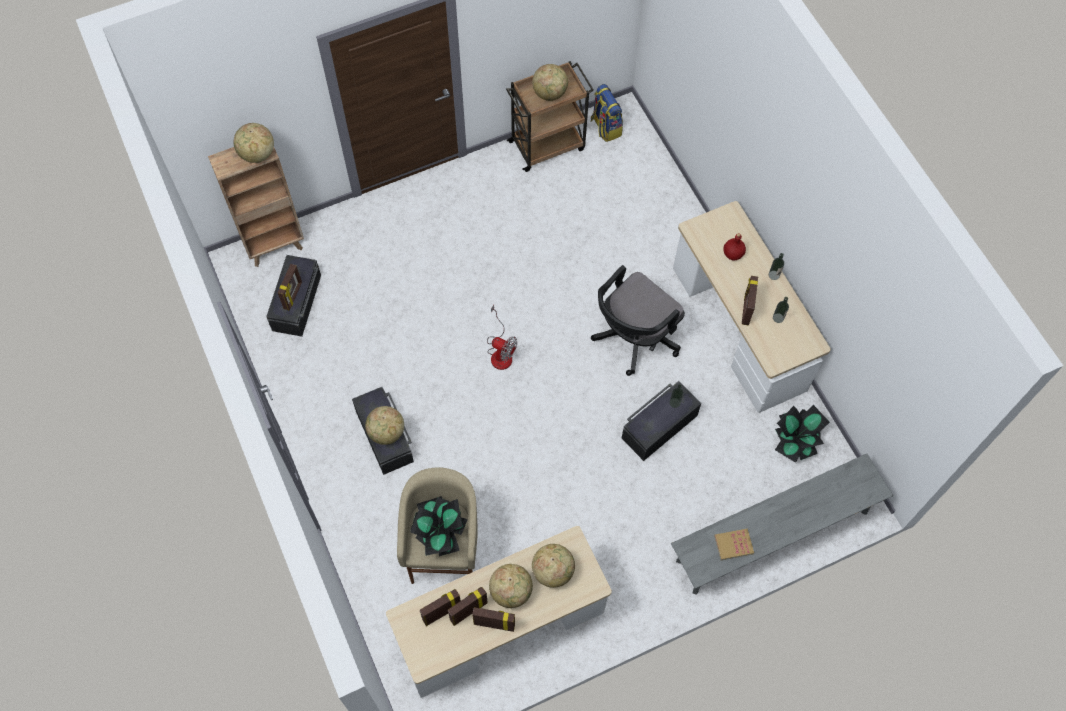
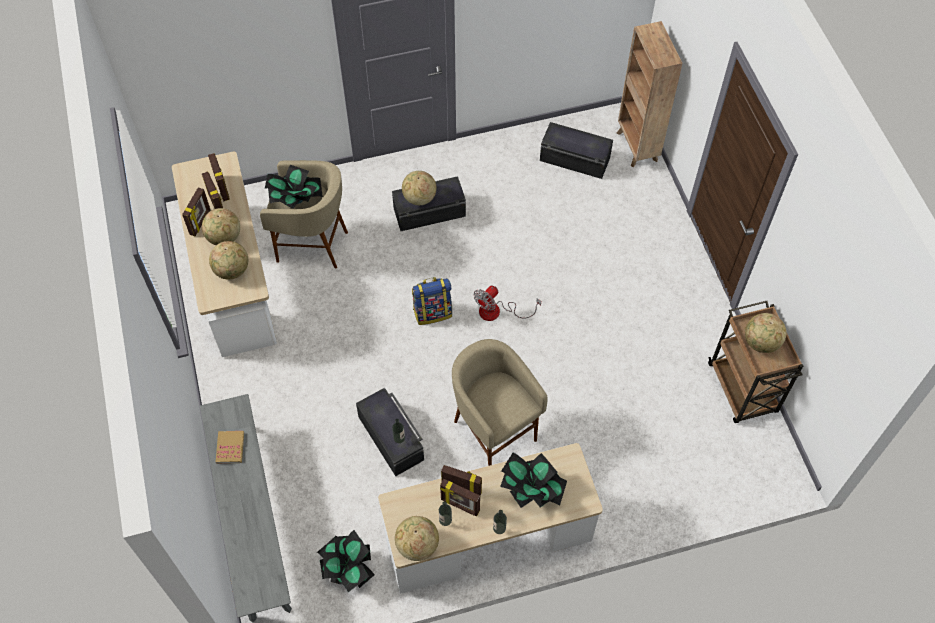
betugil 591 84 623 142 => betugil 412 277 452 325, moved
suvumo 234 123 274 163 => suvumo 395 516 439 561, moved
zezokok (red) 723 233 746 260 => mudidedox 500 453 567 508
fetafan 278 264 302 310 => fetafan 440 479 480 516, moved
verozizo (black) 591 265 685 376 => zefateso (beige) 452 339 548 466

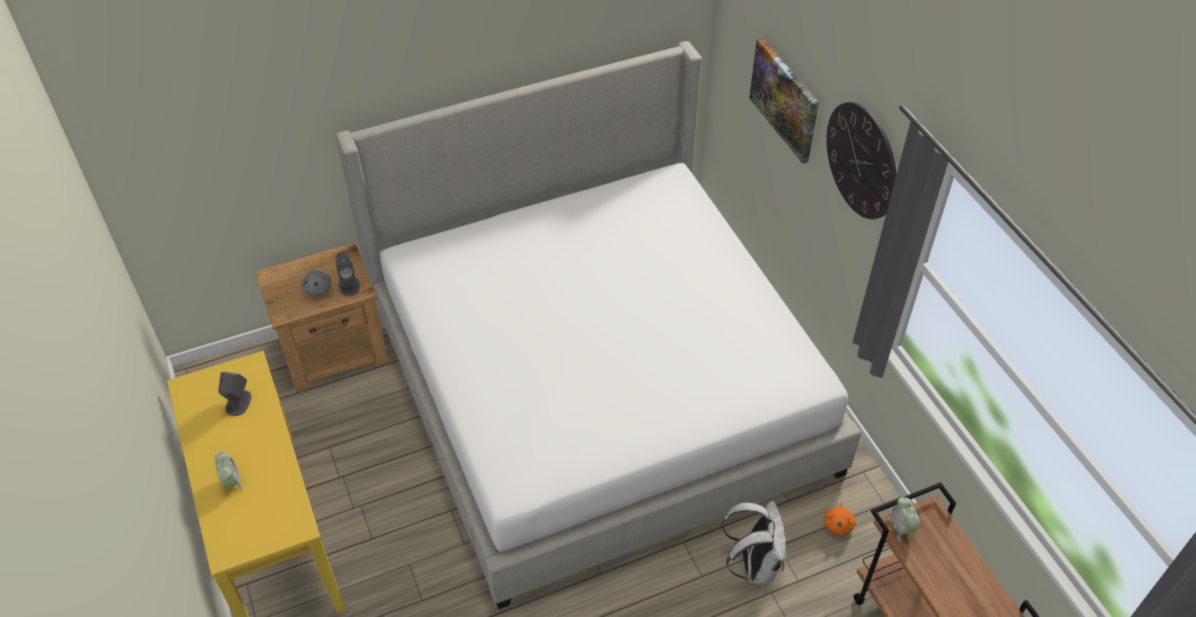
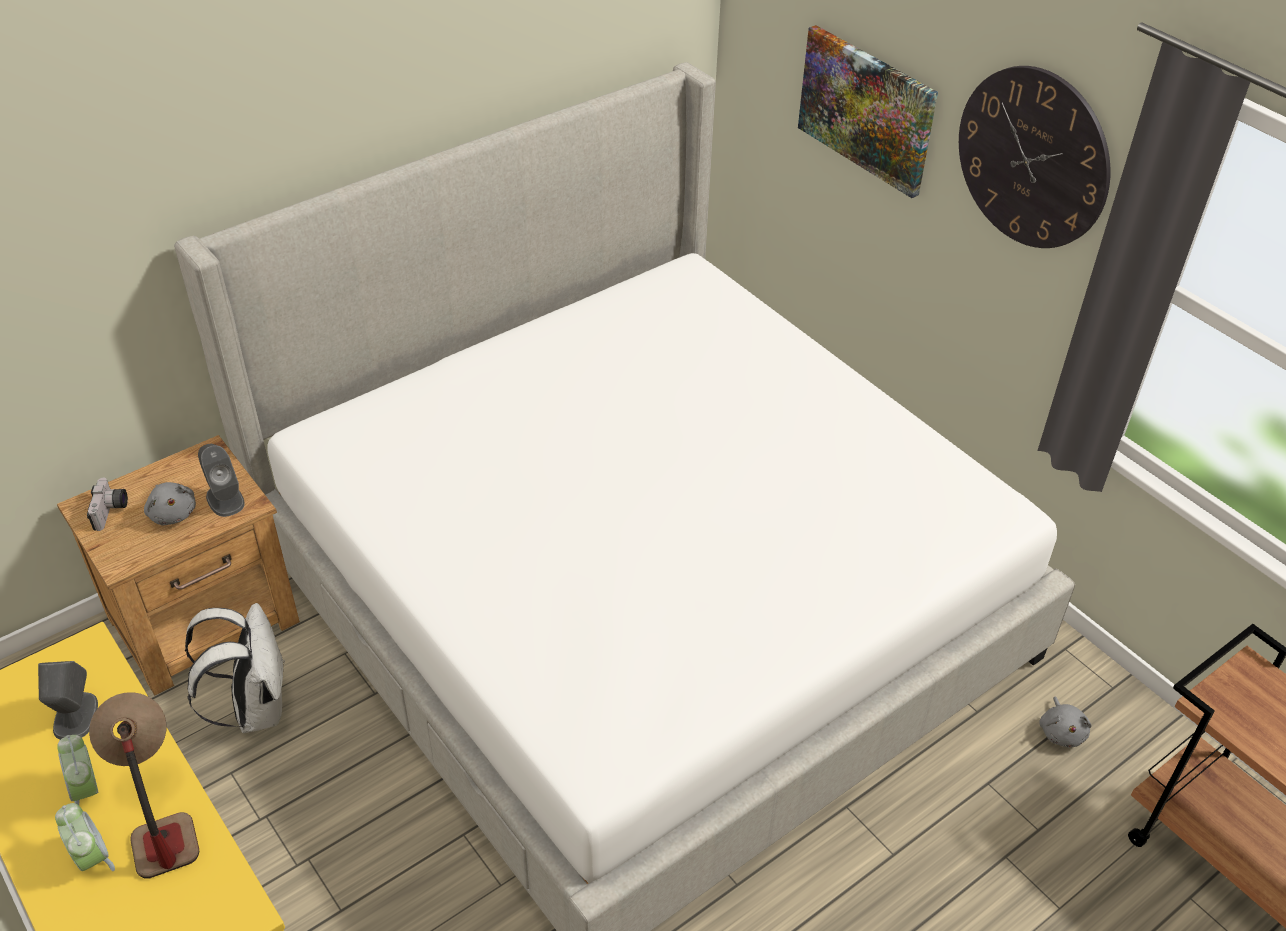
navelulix 889 497 920 542 => navelulix 57 735 98 805, moved
betugil (white) 722 501 786 584 => betugil (white) 185 603 285 733, moved
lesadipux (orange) 824 501 856 536 => lesadipux (grey) 1039 697 1092 747
nothing => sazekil 87 478 128 531
nothing => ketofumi 89 692 199 879

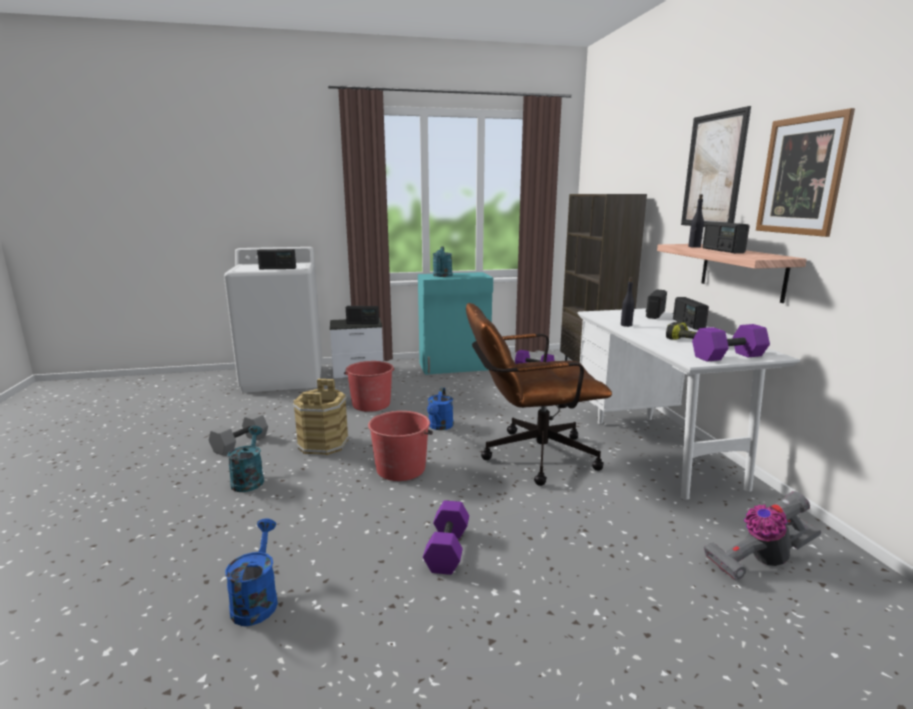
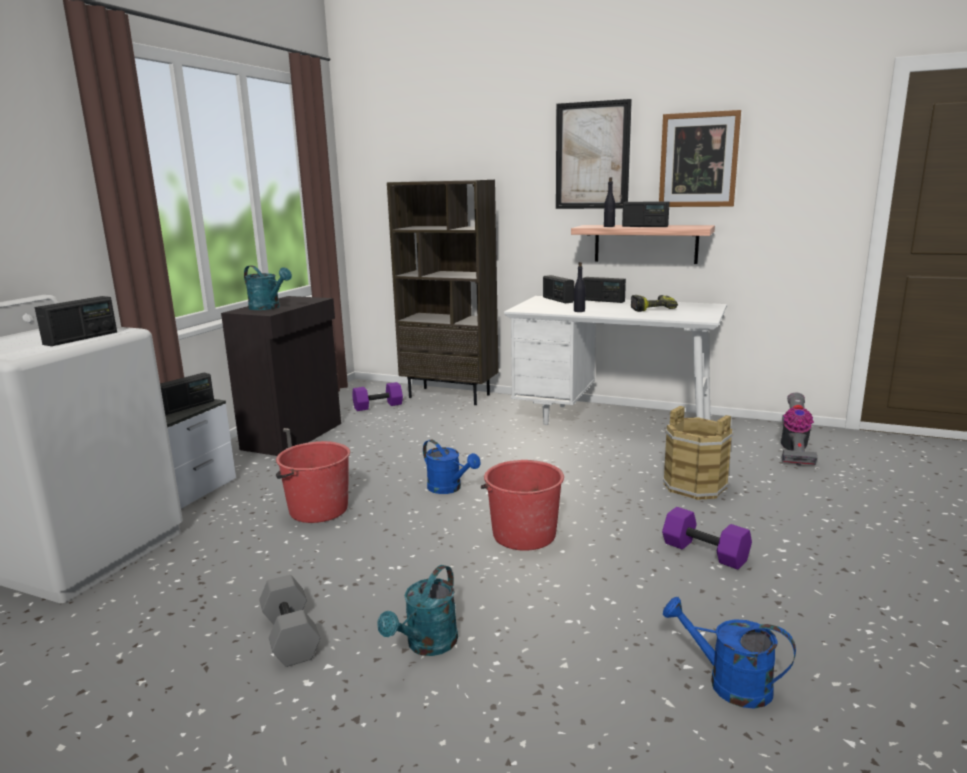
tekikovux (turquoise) 418 272 493 375 => tekikovux (black) 221 296 341 456
verozizo (brown) 466 303 612 486 => nothing
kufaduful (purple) 692 324 770 362 => nothing
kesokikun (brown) 292 379 349 455 => kesokikun (brown) 663 406 733 500, moved
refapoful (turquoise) 227 426 264 492 => refapoful (turquoise) 377 565 458 656, 90 degrees counterclockwise

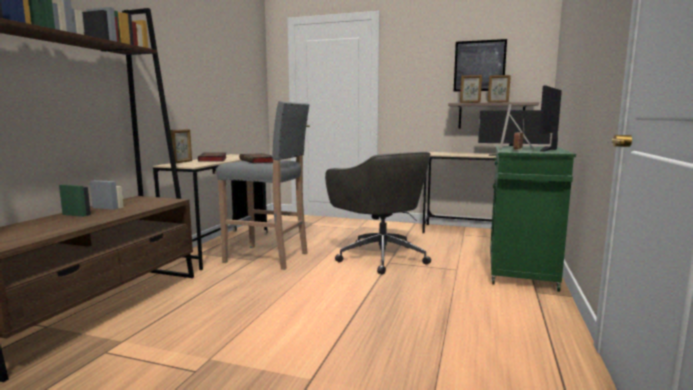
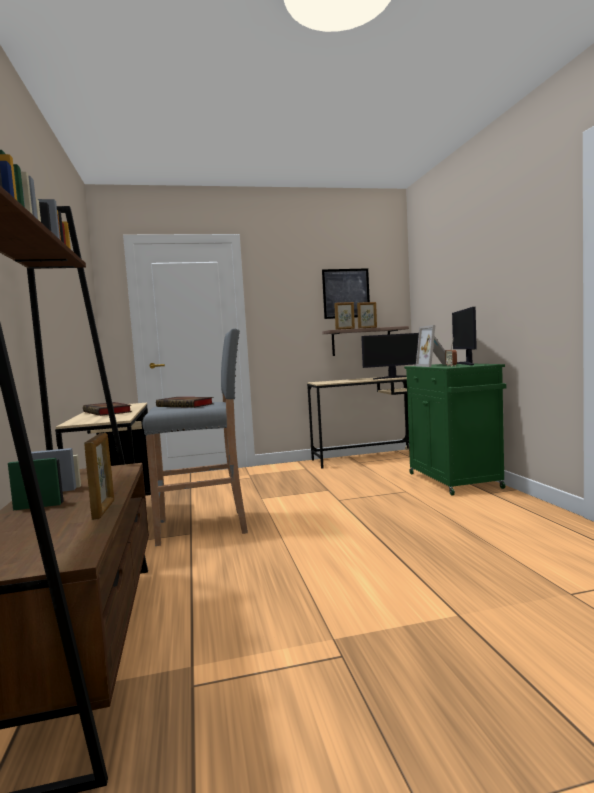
fetafan 170 129 192 163 => fetafan 84 433 114 520, moved
verozizo (grey) 325 152 431 275 => nothing

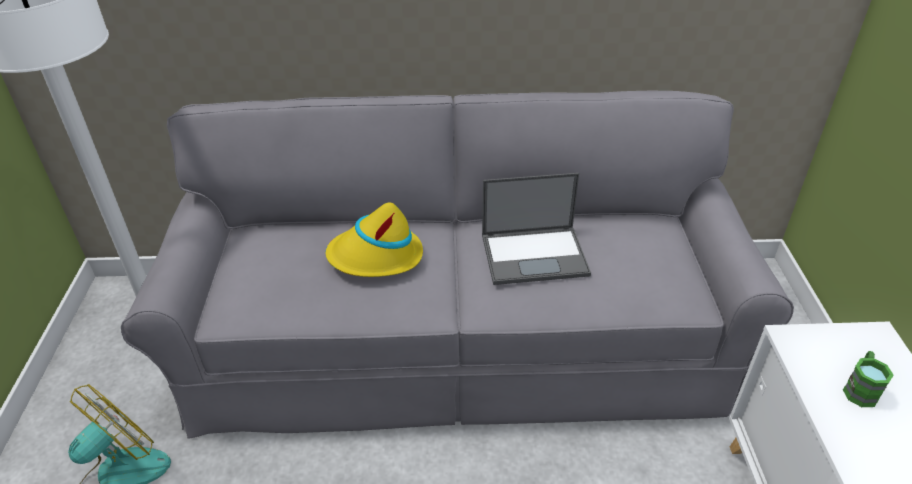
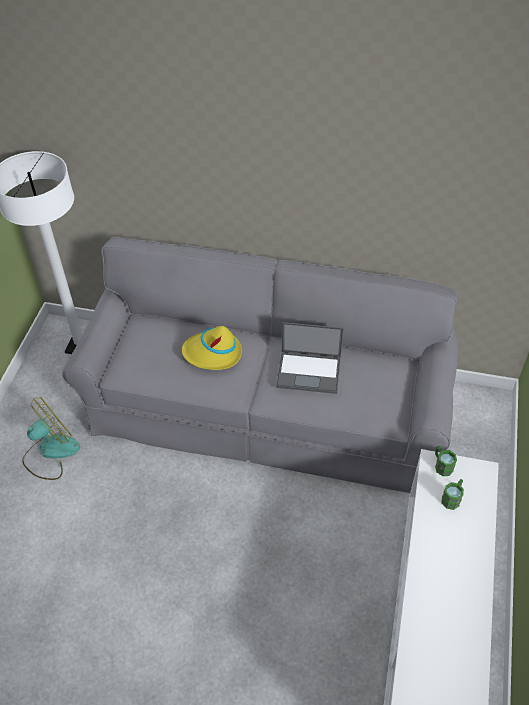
nothing => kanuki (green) 435 446 457 476

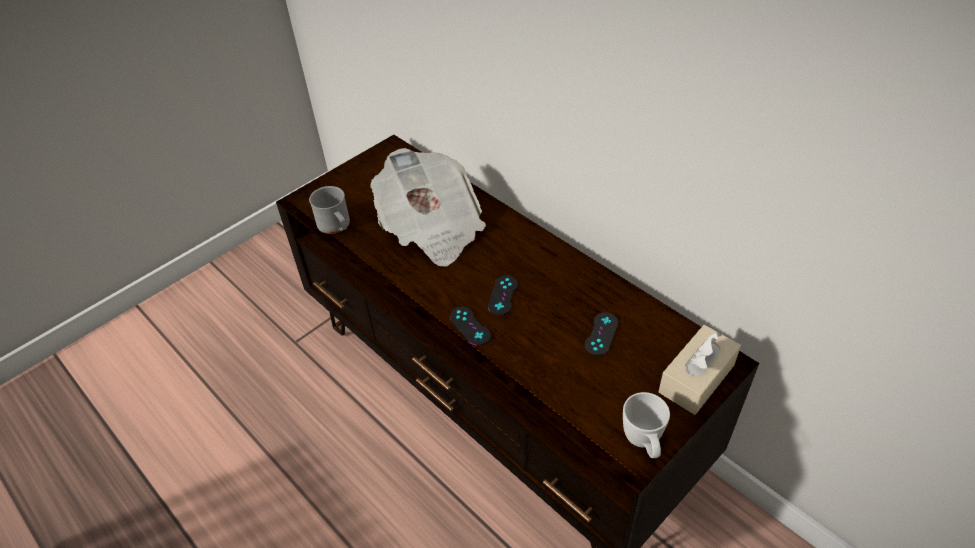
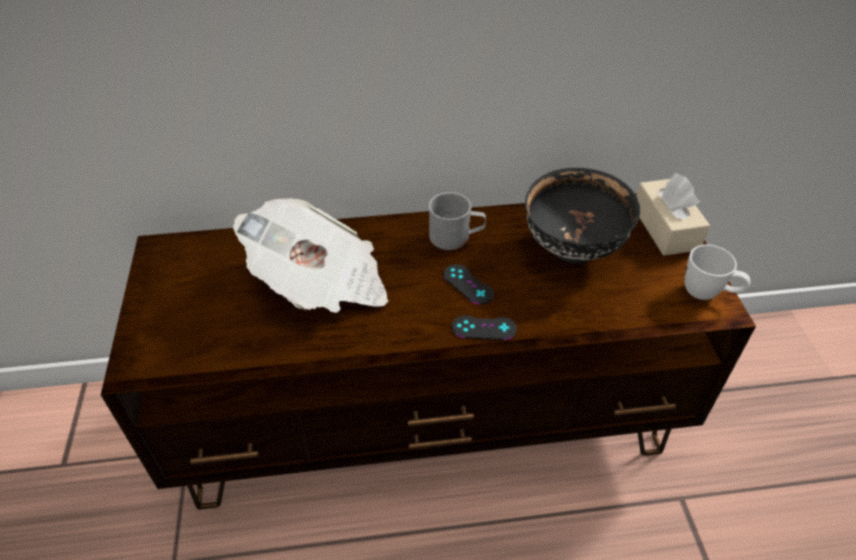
kanuki (grey) 309 186 350 234 => kanuki (grey) 428 192 486 250, moved
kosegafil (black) 585 312 618 356 => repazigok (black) 525 168 640 264

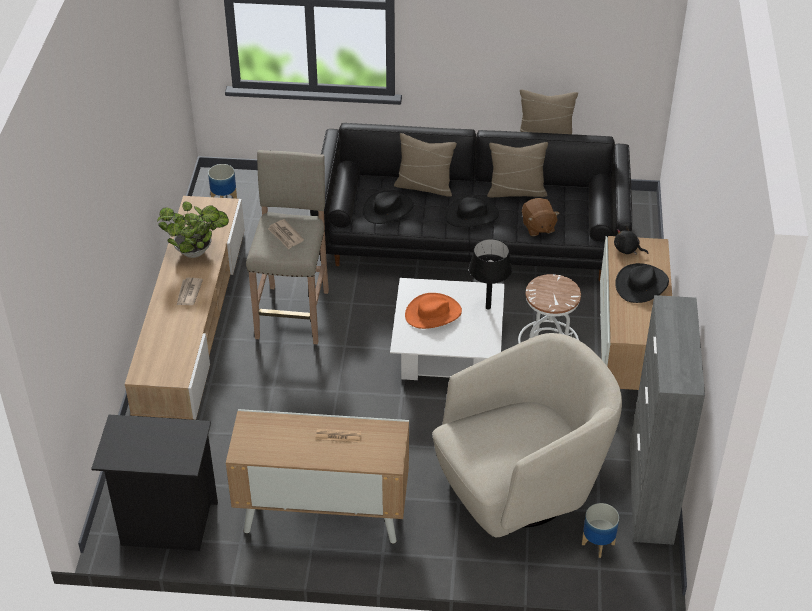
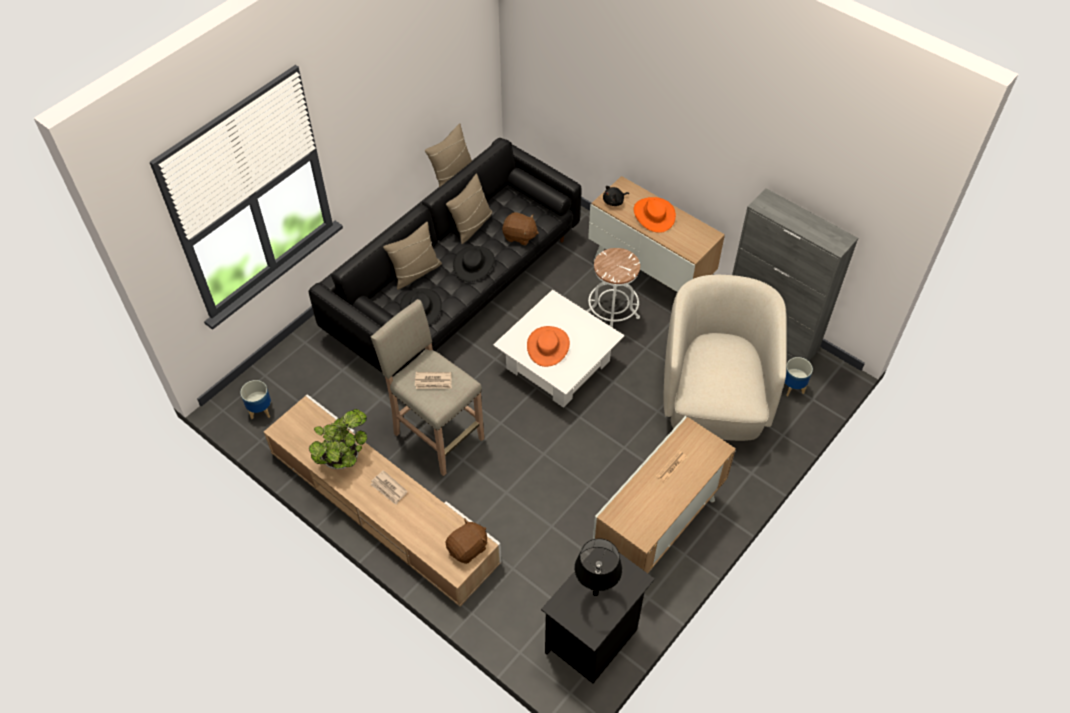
ketofumi (black) 469 239 512 310 => ketofumi (black) 574 538 622 596, moved
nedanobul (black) 615 263 669 303 => nedanobul (orange) 634 197 676 233
nothing => lesadipux (brown) 445 519 487 564

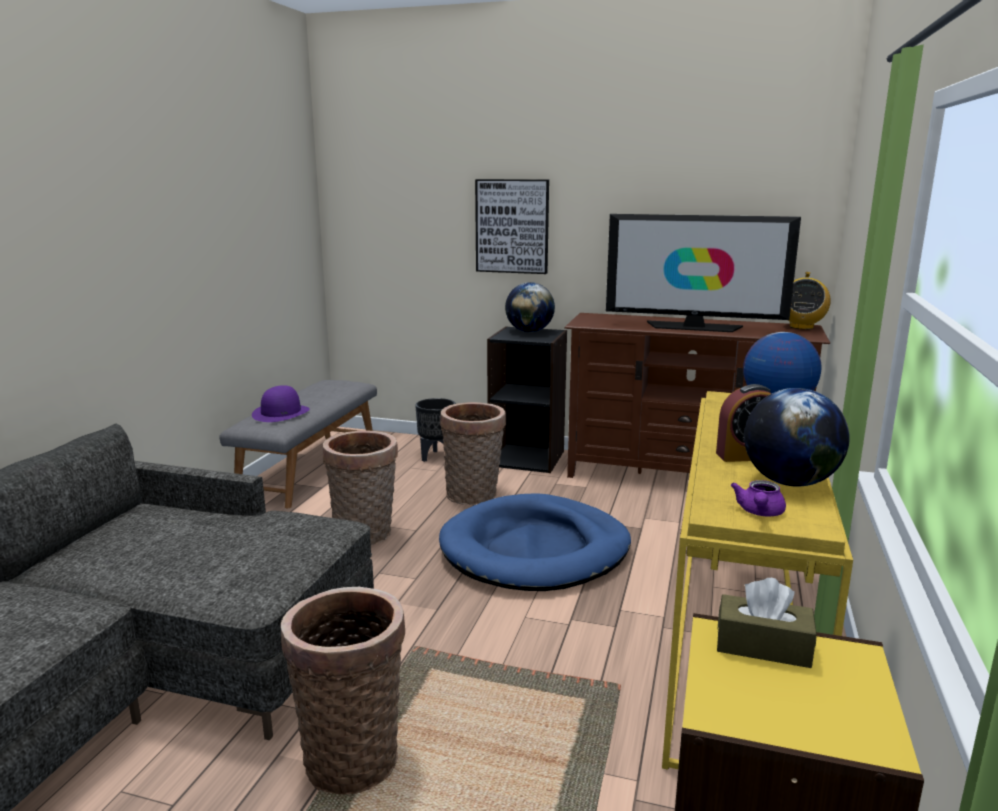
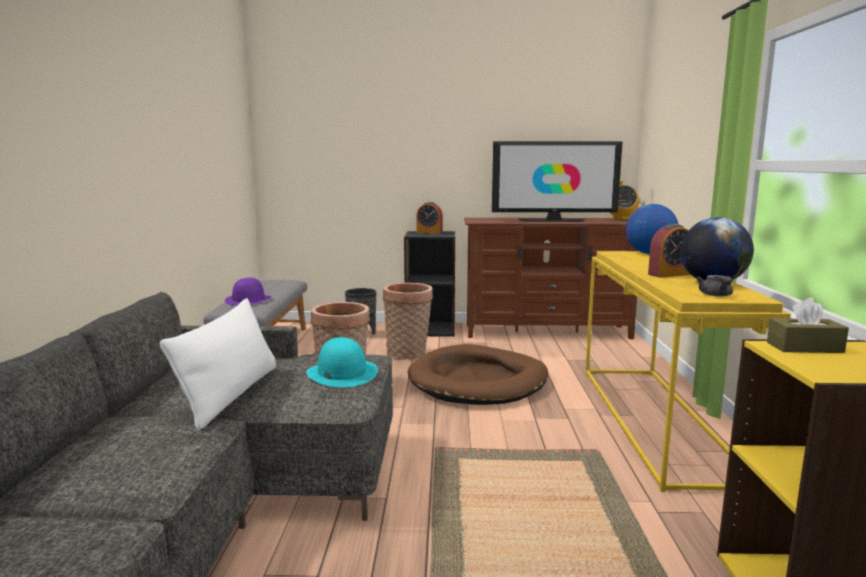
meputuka 475 179 549 274 => nothing
suvumo 505 282 555 332 => navelulix 416 202 443 234
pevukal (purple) 731 480 786 516 => pevukal (grey) 696 275 733 296
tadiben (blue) 439 493 631 591 => tadiben (brown) 407 344 548 405
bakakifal 281 587 405 794 => nothing
nothing => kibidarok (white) 160 298 276 431
nothing => nedanobul (turquoise) 306 337 378 387

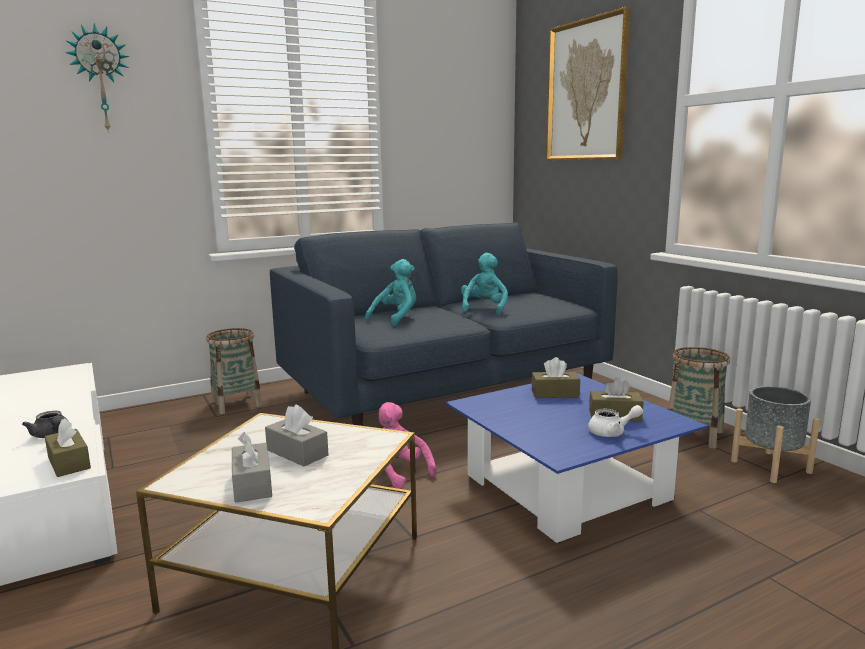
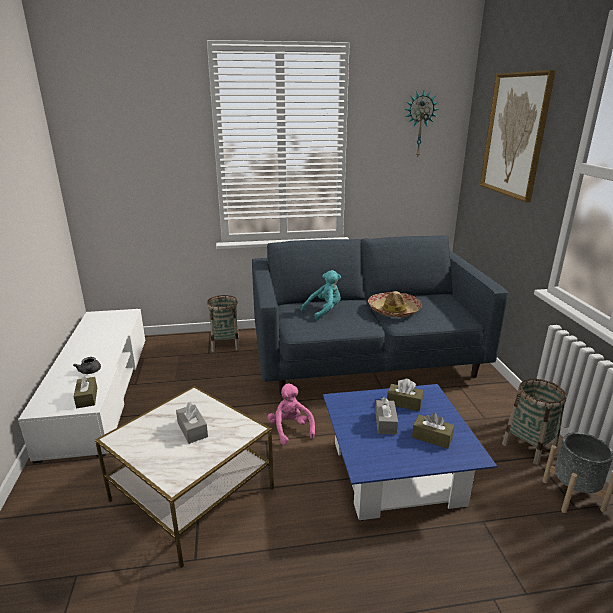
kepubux 65 23 130 133 => kepubux 405 91 439 158, moved
lesadipux (turquoise) 461 253 508 316 => nedanobul 368 291 422 317
pevukal (white) 588 405 643 437 => nothing
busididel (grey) 232 432 272 503 => busididel (grey) 375 397 398 434, moved

